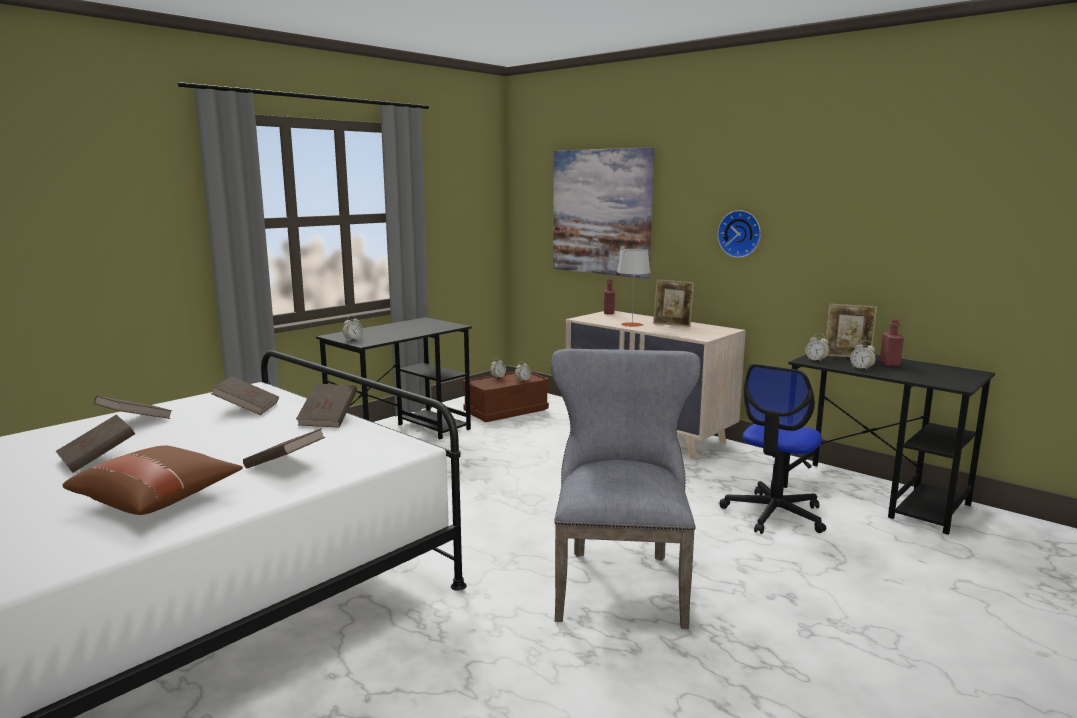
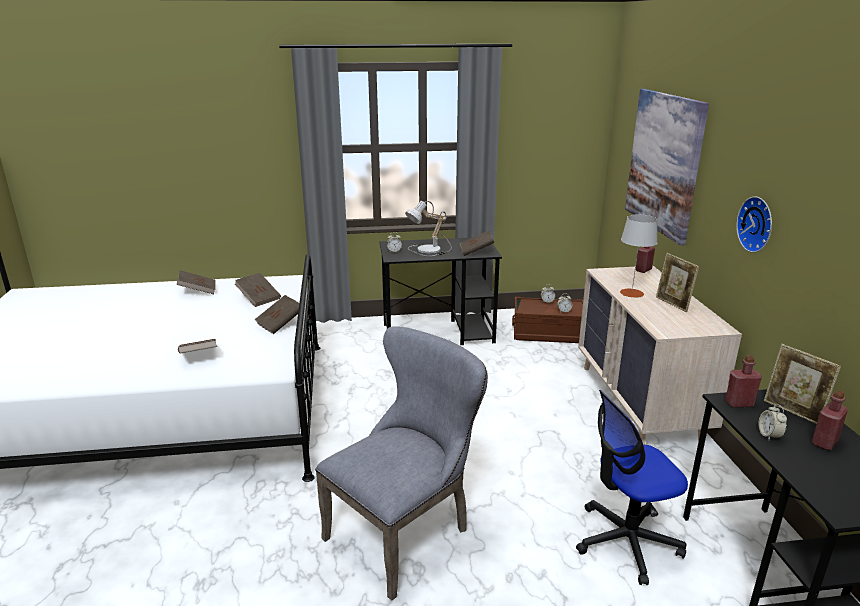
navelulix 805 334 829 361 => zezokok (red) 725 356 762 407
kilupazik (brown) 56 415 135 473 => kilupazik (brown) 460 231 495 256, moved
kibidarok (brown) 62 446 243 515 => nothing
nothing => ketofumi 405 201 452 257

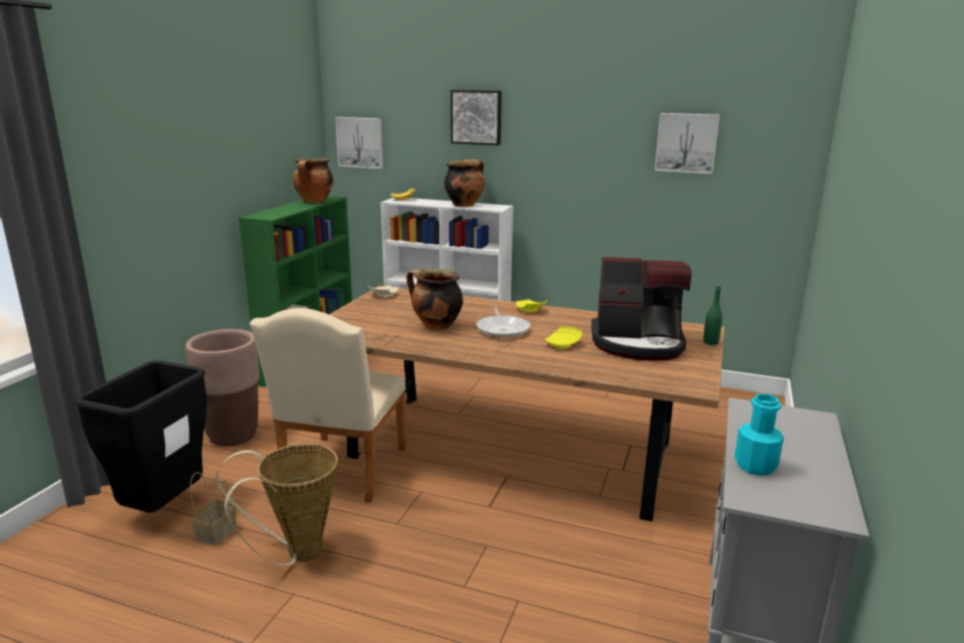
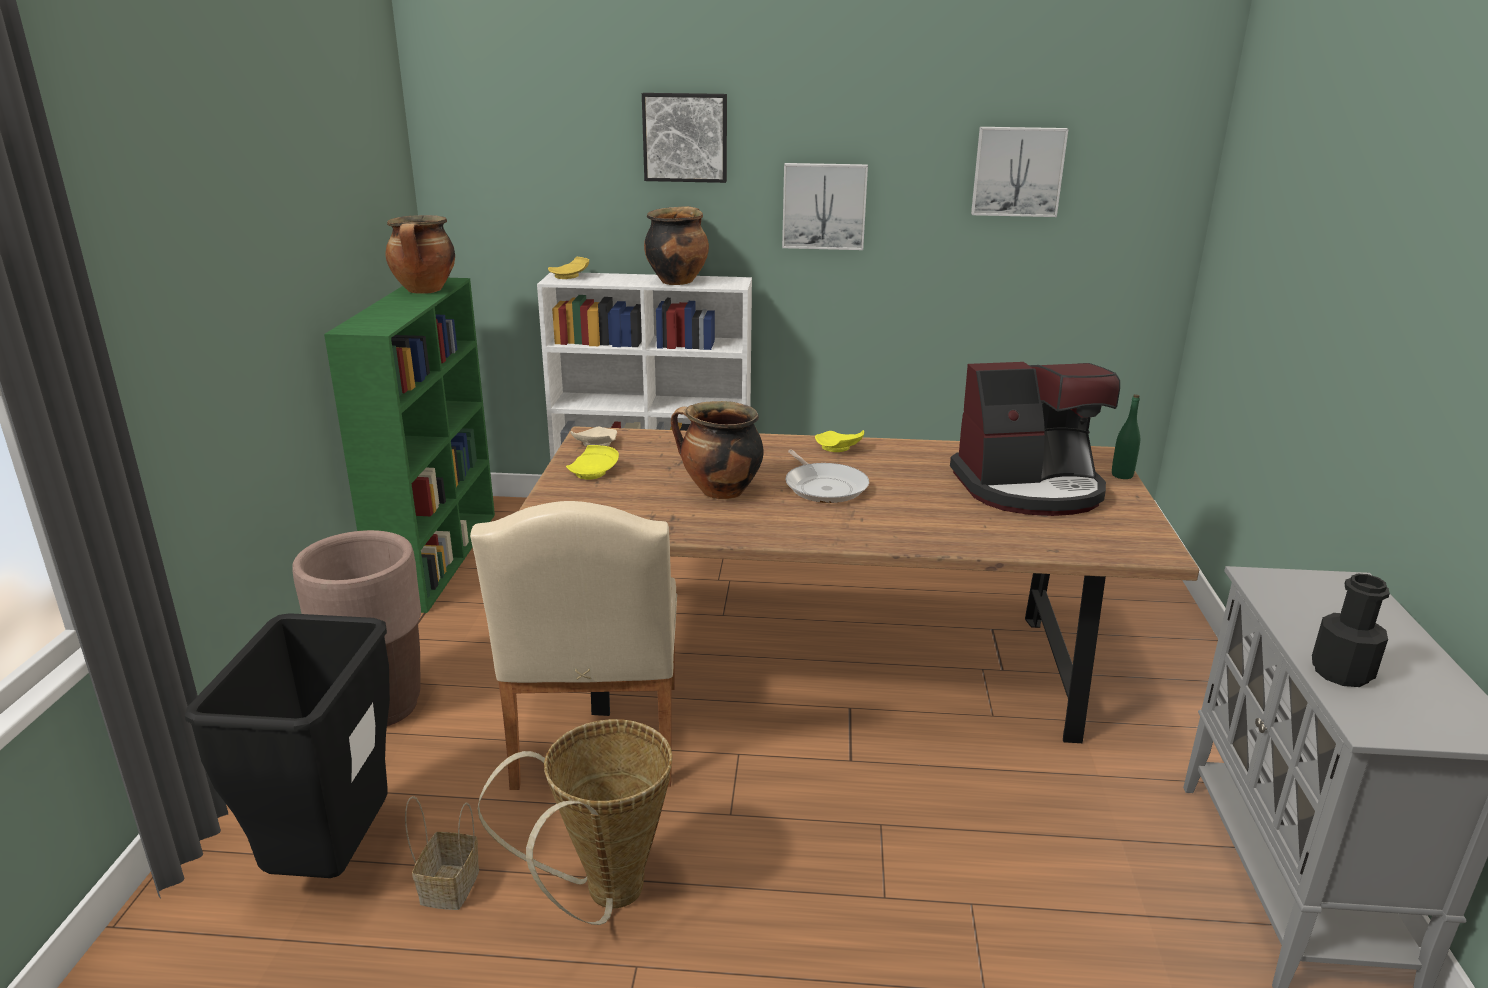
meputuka 335 117 383 169 => meputuka 782 163 868 250, moved
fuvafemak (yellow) 545 326 582 349 => fuvafemak (yellow) 566 445 619 480, moved
zezokok (turquoise) 734 394 784 476 => zezokok (black) 1312 574 1390 687

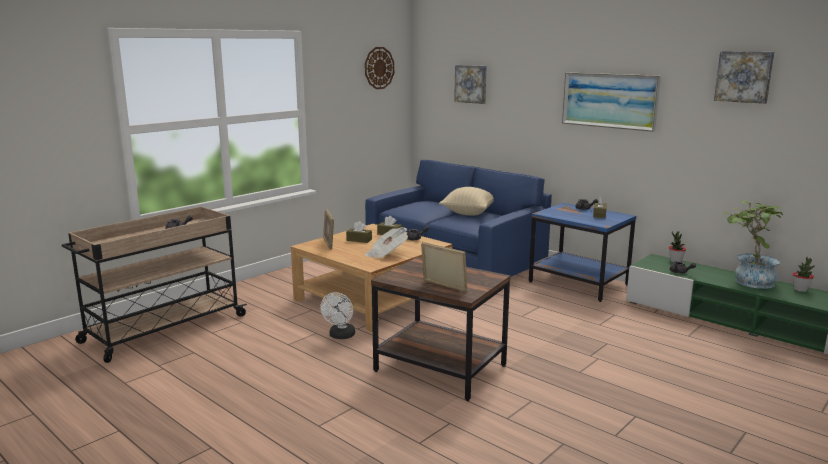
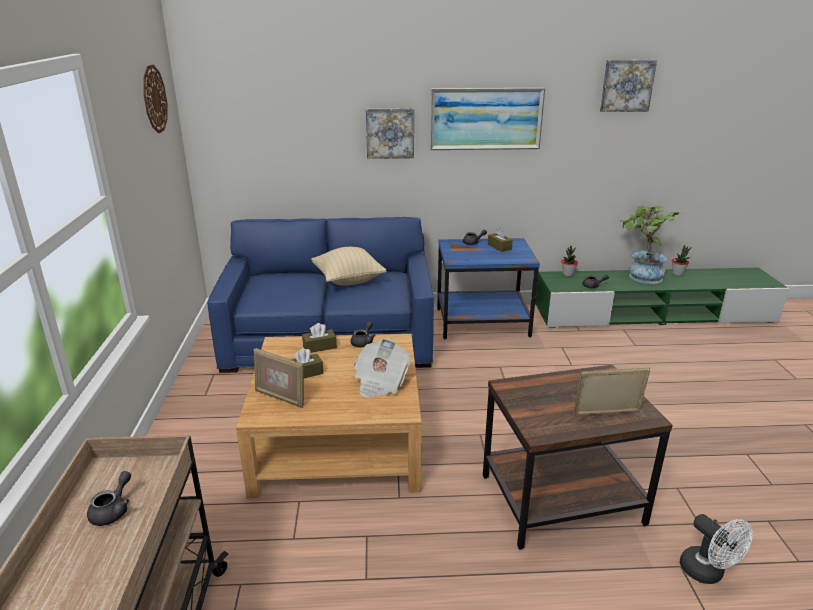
meputuka 454 65 487 104 => meputuka 366 108 414 159, moved
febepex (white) 320 292 355 339 => febepex (white) 680 514 753 584, moved

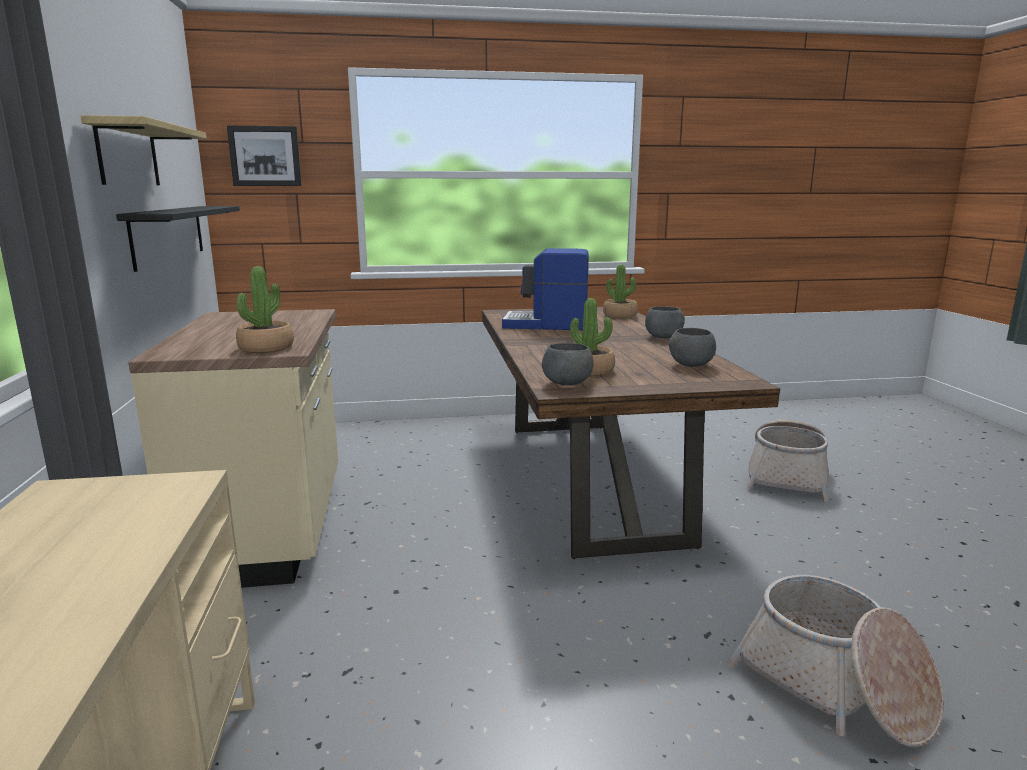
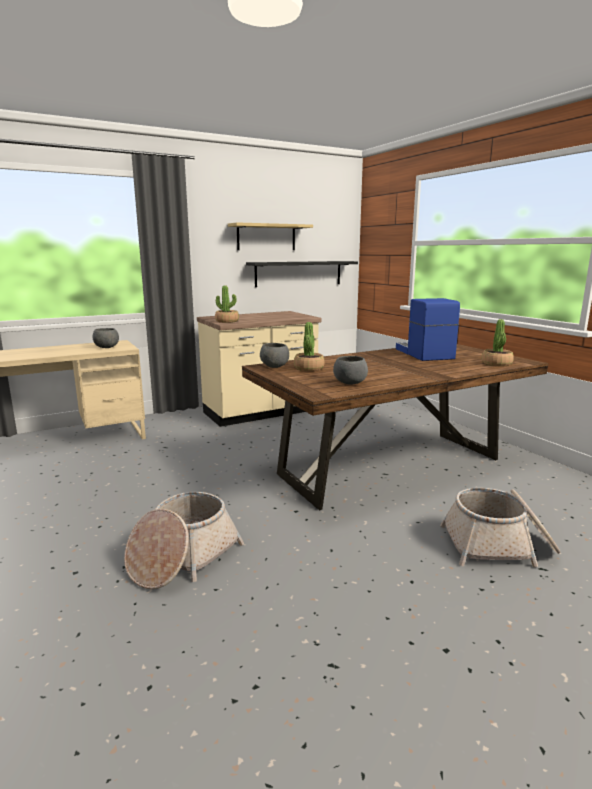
meputuka 227 125 302 186 => nothing
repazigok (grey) 645 306 685 338 => repazigok (grey) 93 328 119 348, moved

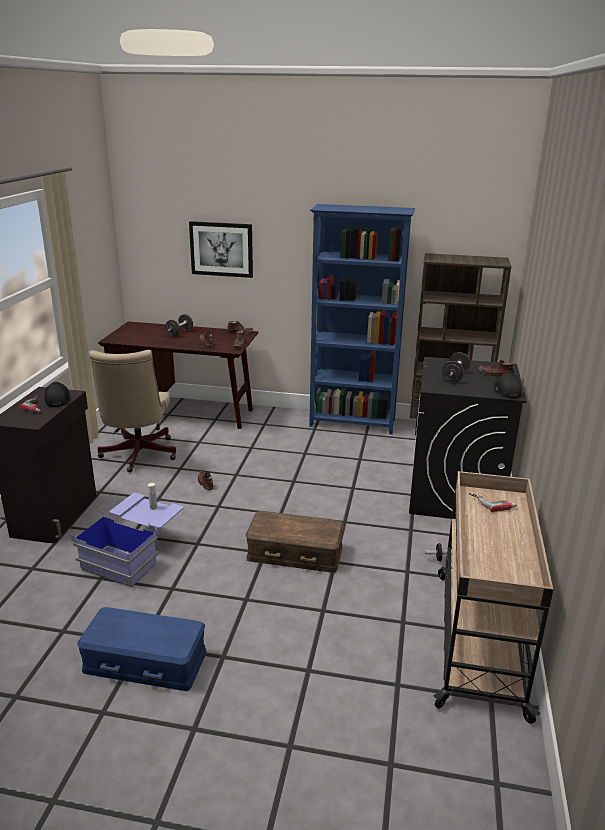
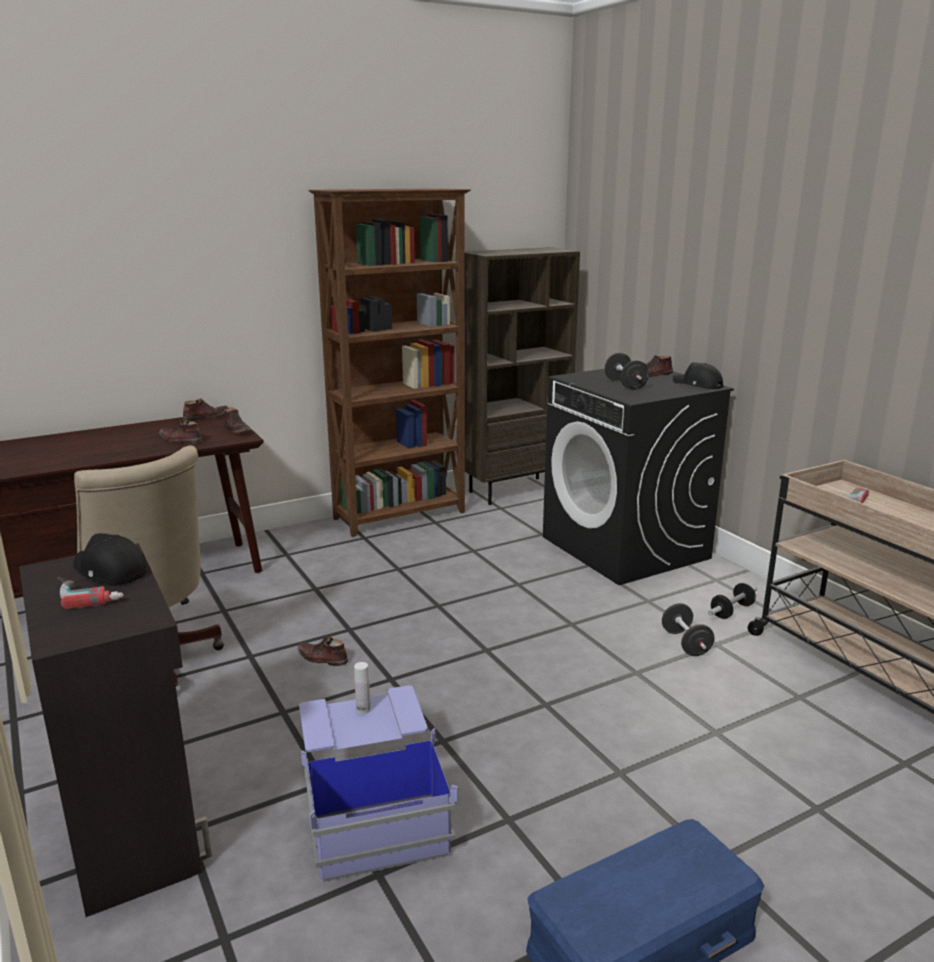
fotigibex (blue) 309 204 415 435 => fotigibex (brown) 308 188 471 537
meputuka 189 221 253 278 => nothing
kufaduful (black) 165 314 193 337 => kufaduful (black) 662 603 714 656, moved
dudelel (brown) 246 511 344 573 => nothing

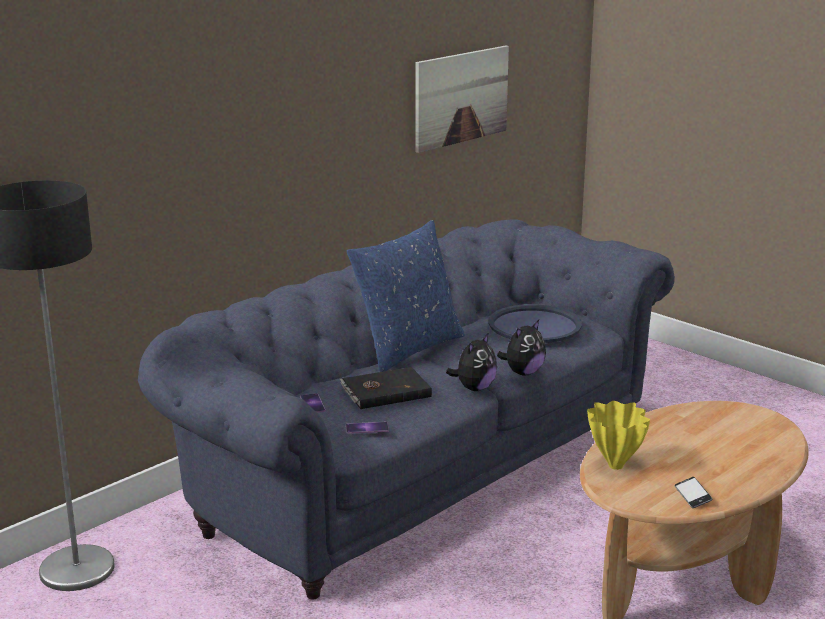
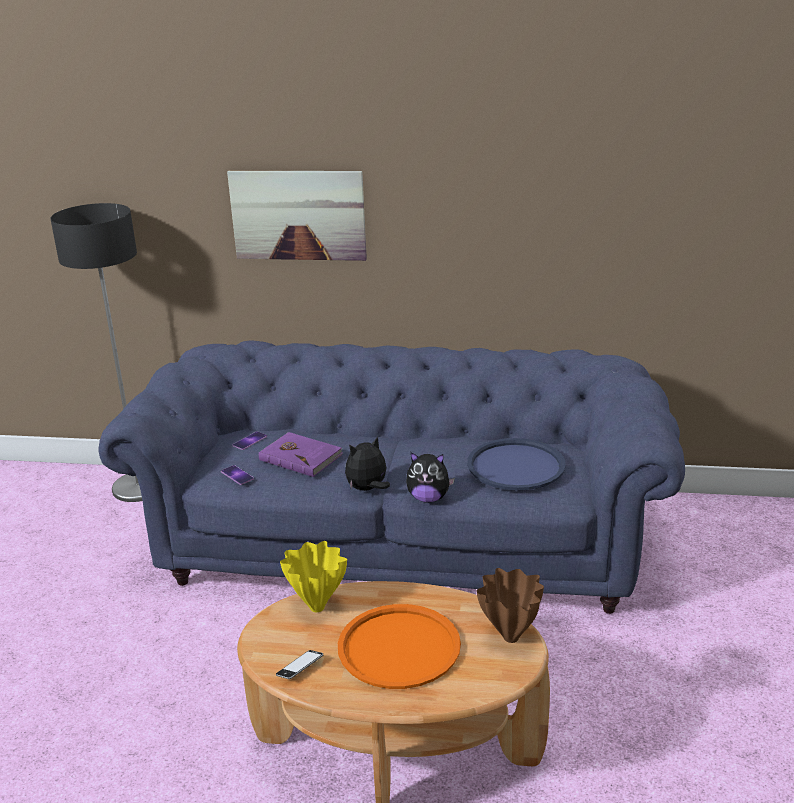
meputuka 415 45 509 153 => meputuka 227 171 367 261, moved
kibidarok (blue) 347 220 465 372 => nothing
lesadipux 446 332 497 391 => lesadipux 345 436 390 491, 150 degrees clockwise
kilupazik (black) 340 367 432 409 => kilupazik (purple) 259 432 343 477
nothing => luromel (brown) 476 568 544 643
nothing => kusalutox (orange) 338 604 461 689

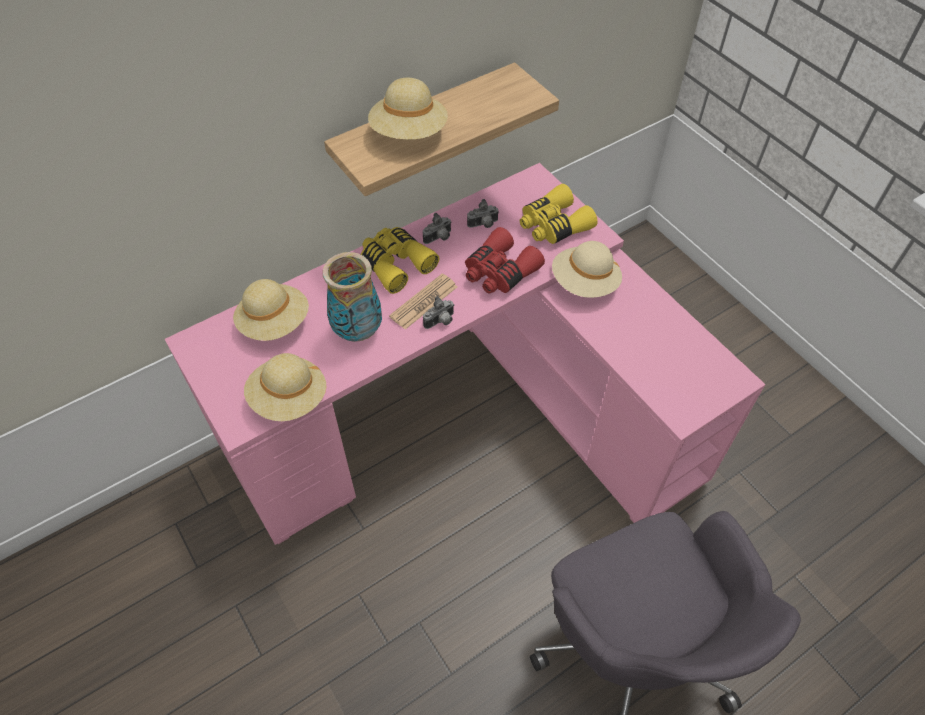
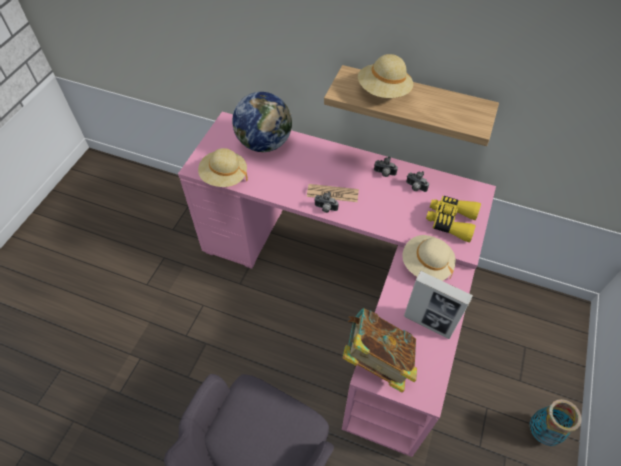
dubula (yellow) 361 227 439 294 => nothing
dubula (red) 465 227 545 294 => nothing
luromel 323 252 382 342 => luromel 530 399 582 446, moved
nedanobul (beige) 233 279 309 341 => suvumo 232 92 292 152
nothing => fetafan 404 271 473 339
nothing => kilupazik 342 308 417 393

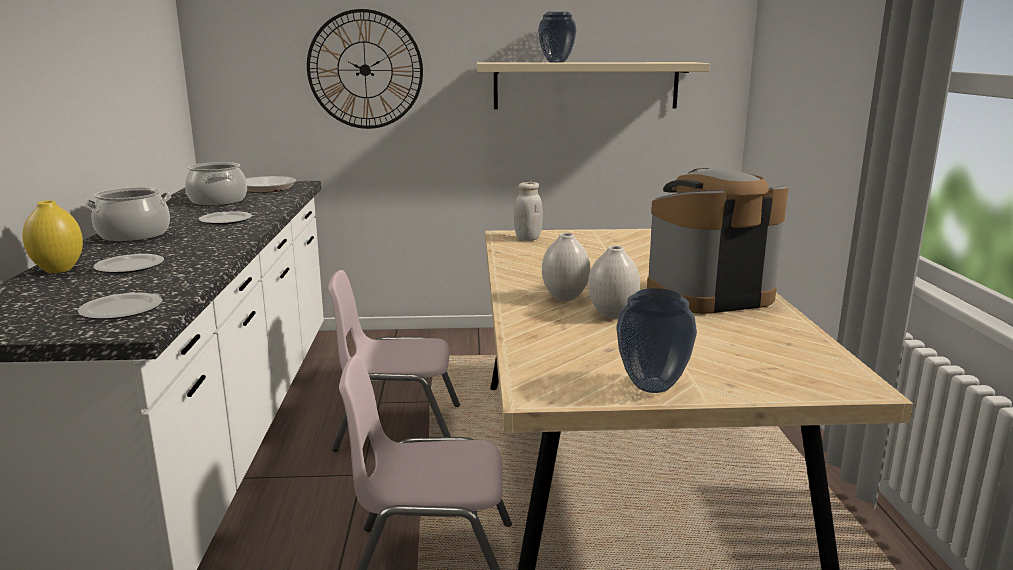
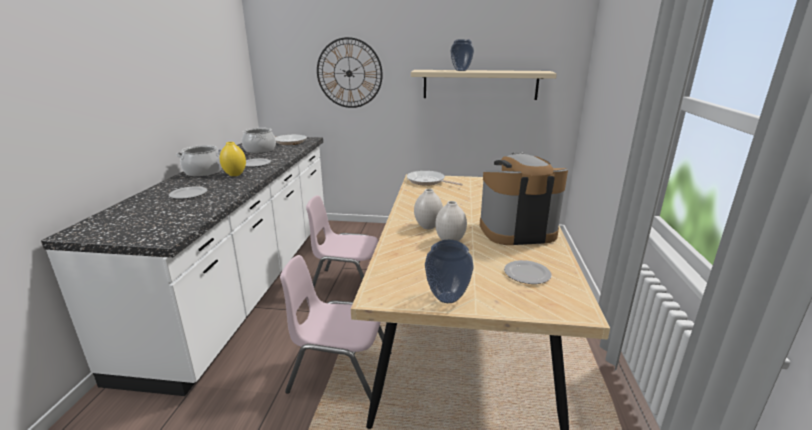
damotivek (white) 514 182 543 241 => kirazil 407 170 463 186
luromel (yellow) 22 200 83 273 => luromel (yellow) 220 142 246 176, moved
fuvafemak 78 293 162 319 => fuvafemak 504 260 551 284, moved

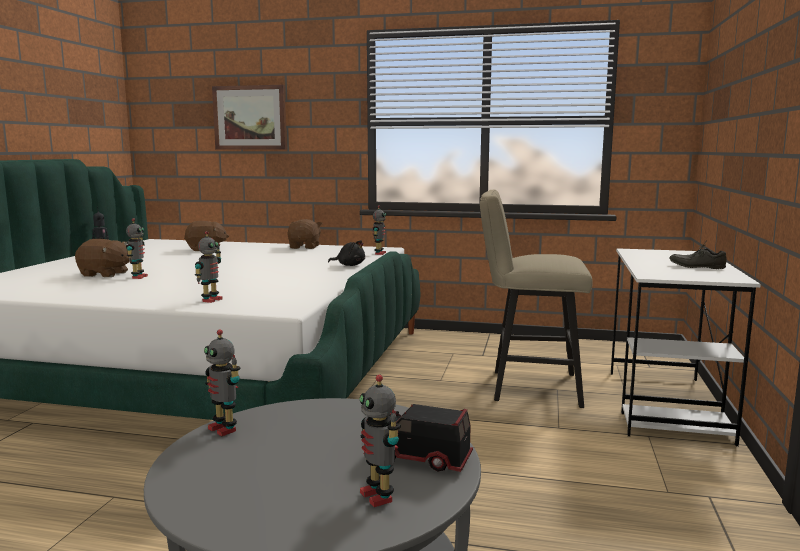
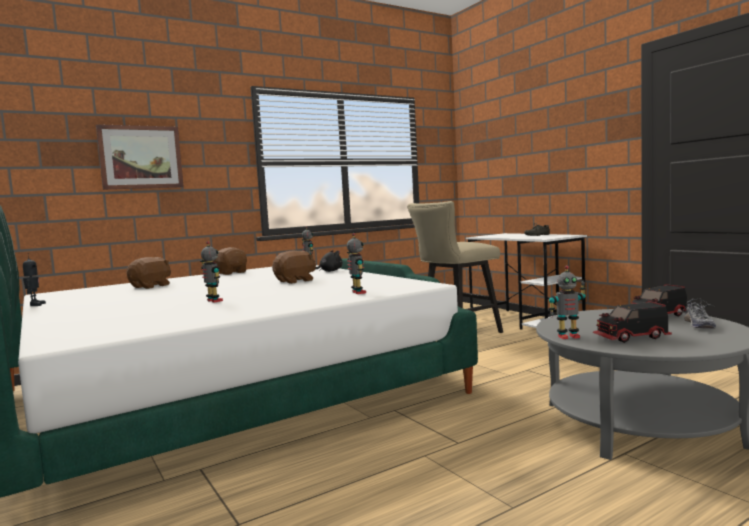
lesadipux (brown) 75 239 130 277 => lesadipux (brown) 272 251 316 284, moved
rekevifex 360 374 401 507 => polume 683 299 716 329
nothing => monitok 592 301 672 343

